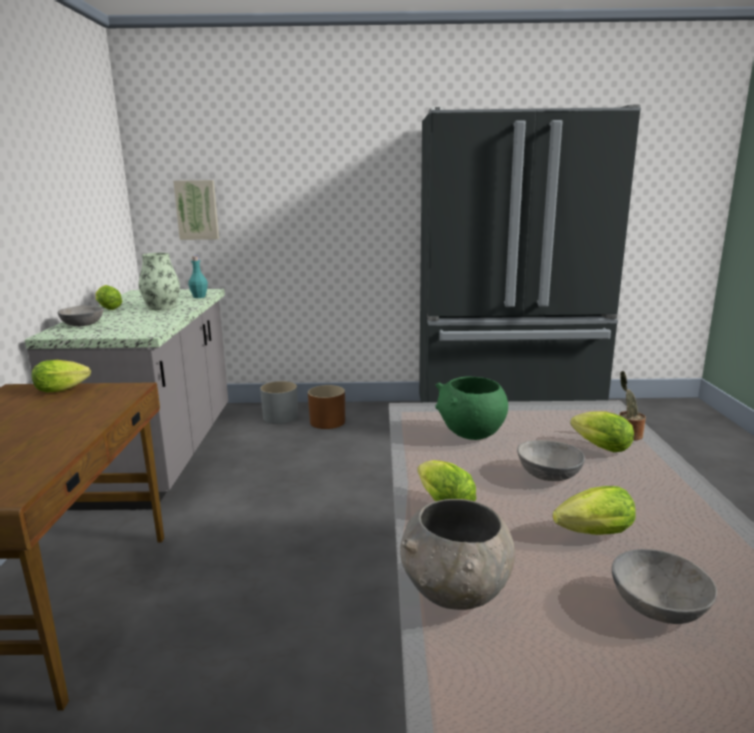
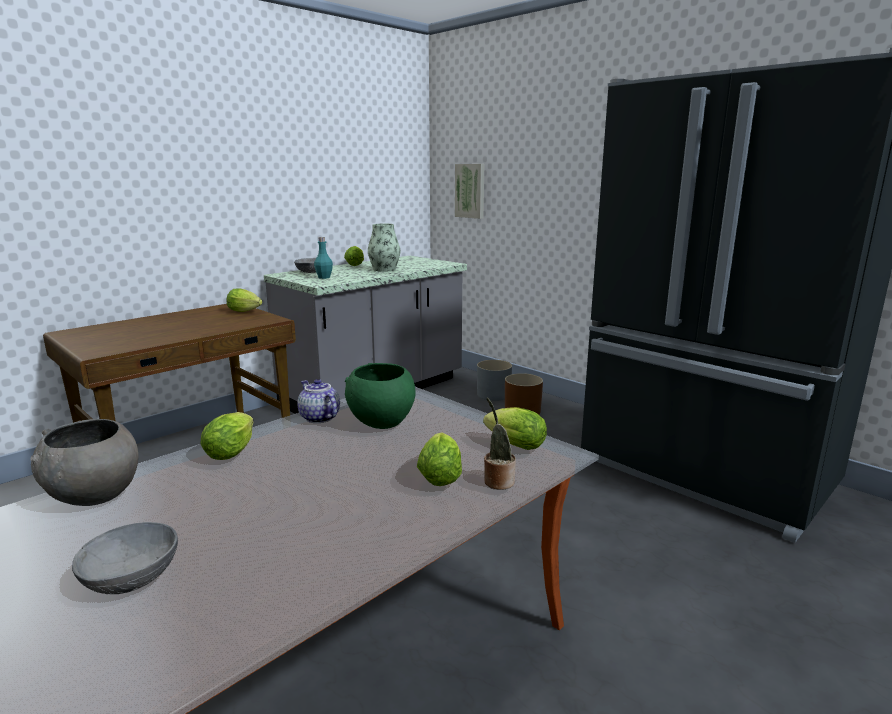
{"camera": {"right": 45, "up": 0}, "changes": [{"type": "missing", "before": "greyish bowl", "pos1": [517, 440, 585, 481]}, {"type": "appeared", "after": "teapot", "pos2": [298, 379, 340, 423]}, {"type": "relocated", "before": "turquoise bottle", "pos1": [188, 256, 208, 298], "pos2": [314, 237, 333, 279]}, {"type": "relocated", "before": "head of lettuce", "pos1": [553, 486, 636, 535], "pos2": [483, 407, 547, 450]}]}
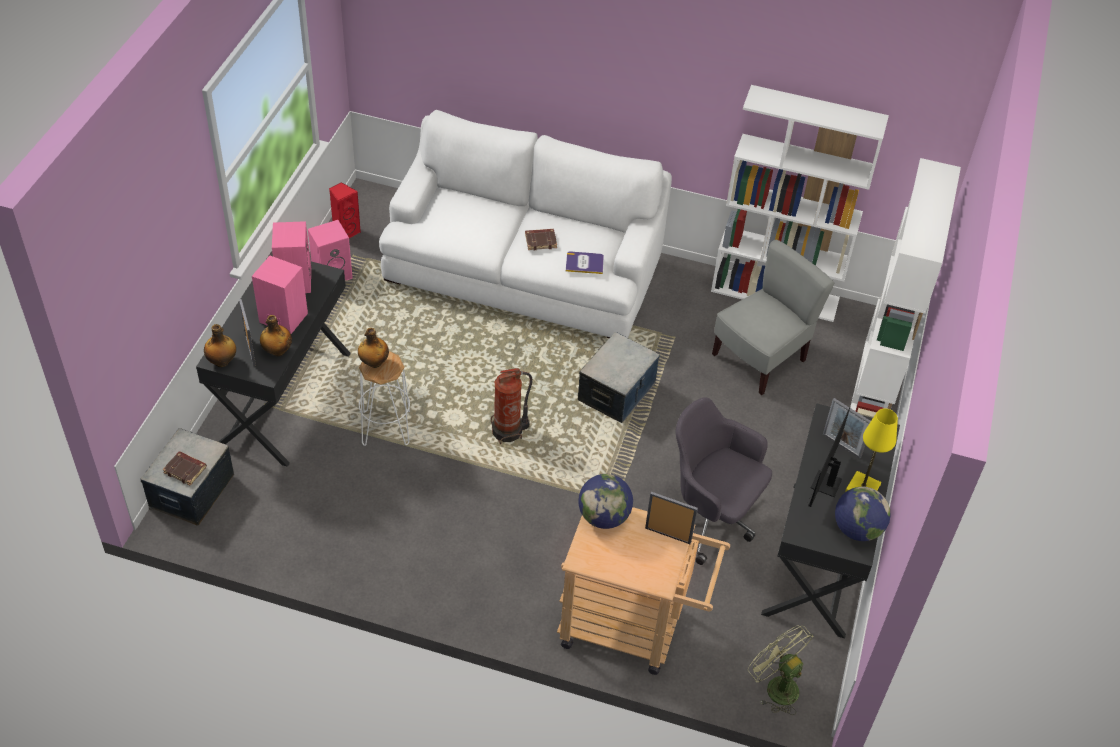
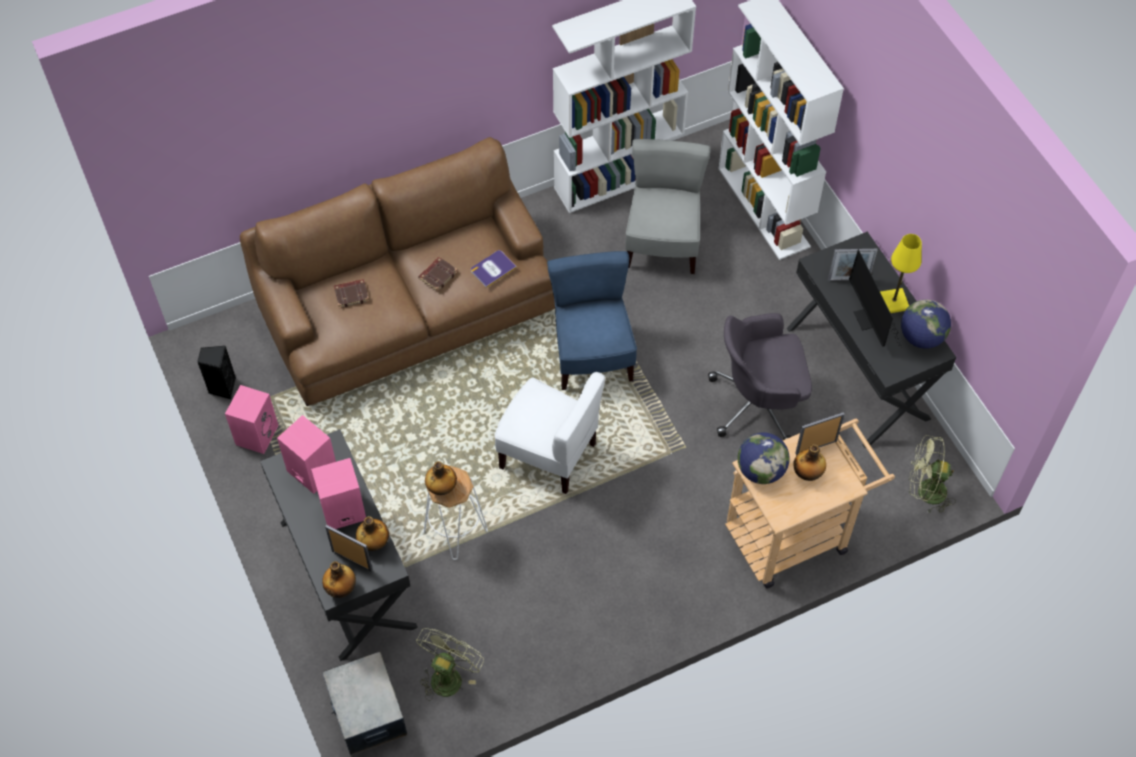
{"camera": {"right": -40, "up": 10}, "changes": [{"type": "appeared", "after": "green fan", "pos2": [416, 628, 484, 701]}, {"type": "appeared", "after": "bottle", "pos2": [793, 444, 826, 481]}, {"type": "relocated", "before": "brown volume", "pos1": [162, 451, 207, 486], "pos2": [334, 279, 369, 308]}, {"type": "exchanged", "before": "fire-fighting cylinder", "after": "white-coloured upright chair", "pos1": [491, 368, 532, 444], "pos2": [494, 372, 605, 494]}, {"type": "exchanged", "before": "storage bin", "after": "blue upright chair", "pos1": [578, 332, 660, 423], "pos2": [547, 251, 637, 390]}, {"type": "colour", "before": "reddish loudspeaker", "after": "black loudspeaker", "pos1": [329, 182, 361, 238], "pos2": [197, 346, 236, 399]}, {"type": "colour", "before": "white-coloured sofa", "after": "brown sofa", "pos1": [379, 110, 672, 338], "pos2": [240, 137, 555, 406]}]}
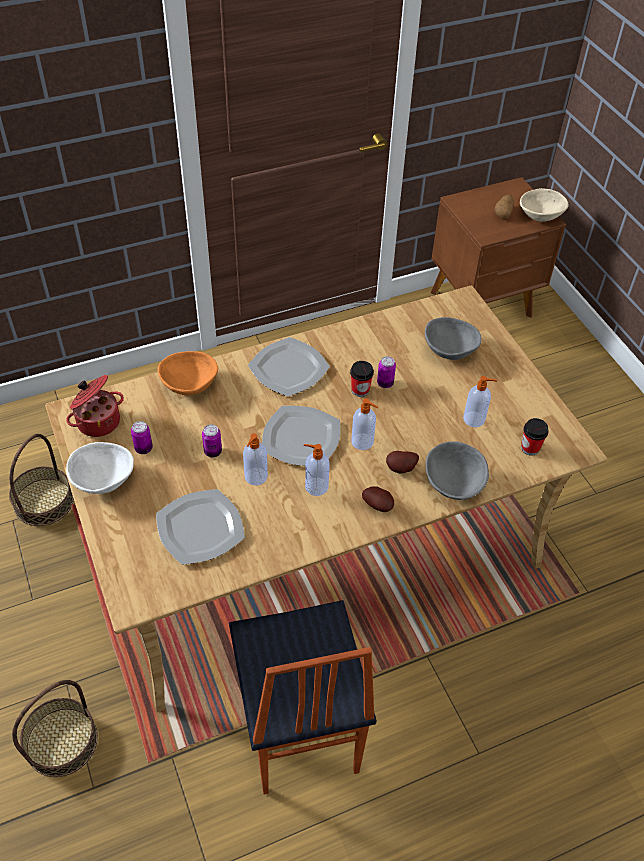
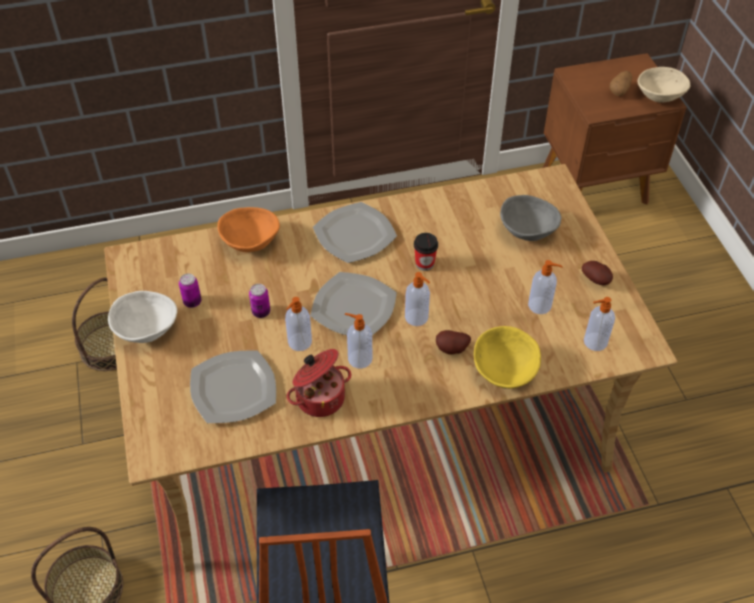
{"camera": {"right": 10, "up": 0}, "changes": [{"type": "missing", "before": "metal can", "pos1": [377, 356, 396, 388]}, {"type": "relocated", "before": "saucepot", "pos1": [66, 375, 124, 437], "pos2": [287, 349, 351, 417]}, {"type": "relocated", "before": "whole potato", "pos1": [362, 486, 394, 512], "pos2": [582, 261, 613, 286]}, {"type": "exchanged", "before": "small cup", "after": "soap bottle", "pos1": [521, 418, 549, 456], "pos2": [584, 297, 615, 351]}, {"type": "colour", "before": "greyish bowl", "after": "yellow bowl", "pos1": [426, 441, 489, 500], "pos2": [474, 326, 541, 389]}]}
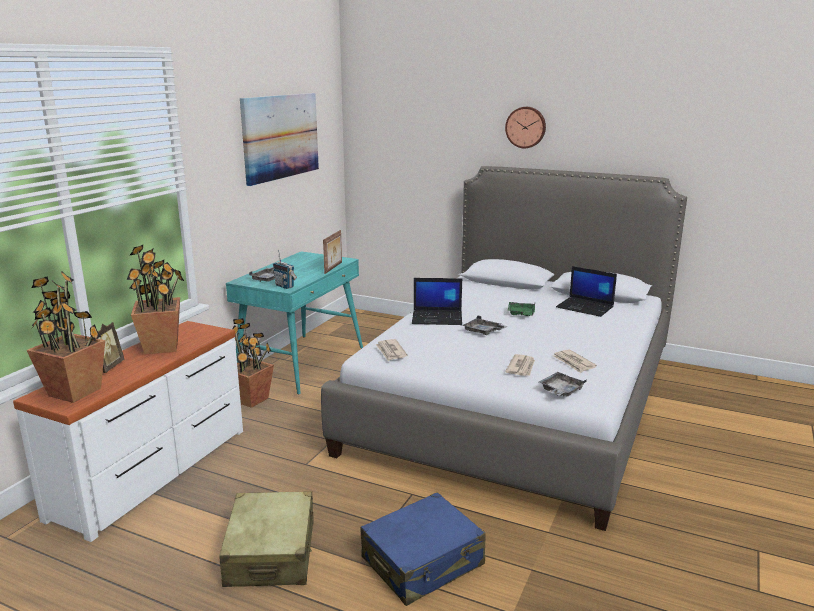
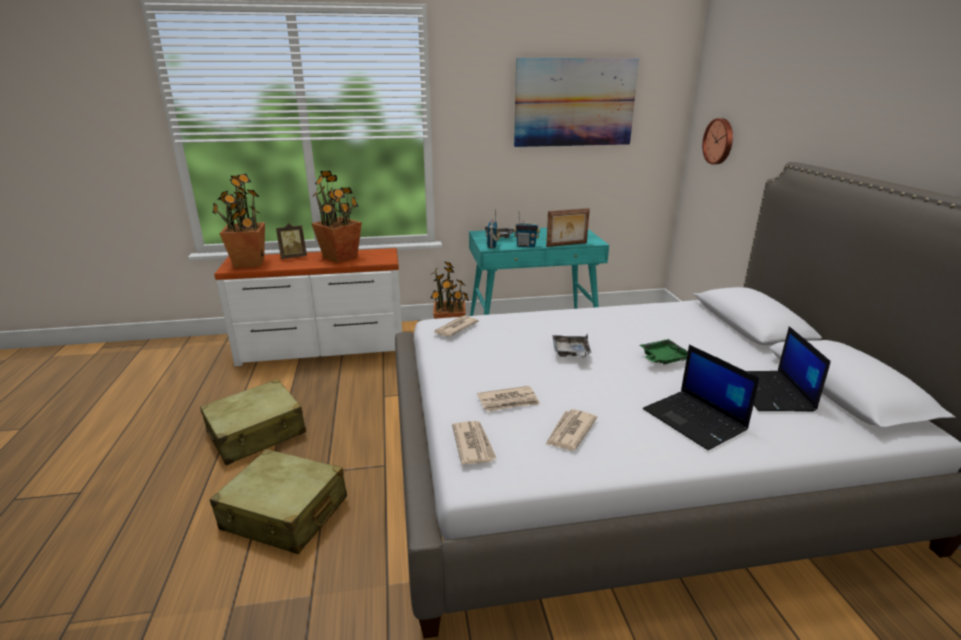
{"camera": {"right": 55, "up": 5}, "changes": [{"type": "appeared", "after": "radio receiver", "pos2": [514, 211, 540, 248]}, {"type": "relocated", "before": "portable computer", "pos1": [412, 278, 462, 325], "pos2": [643, 345, 760, 450]}, {"type": "relocated", "before": "hanging clock", "pos1": [505, 107, 546, 148], "pos2": [702, 118, 733, 165]}, {"type": "exchanged", "before": "greyish serving tray", "after": "printed paper", "pos1": [539, 372, 587, 396], "pos2": [452, 421, 497, 464]}, {"type": "colour", "before": "blue travel case", "after": "beige-coloured travel case", "pos1": [361, 492, 486, 606], "pos2": [210, 449, 347, 554]}]}
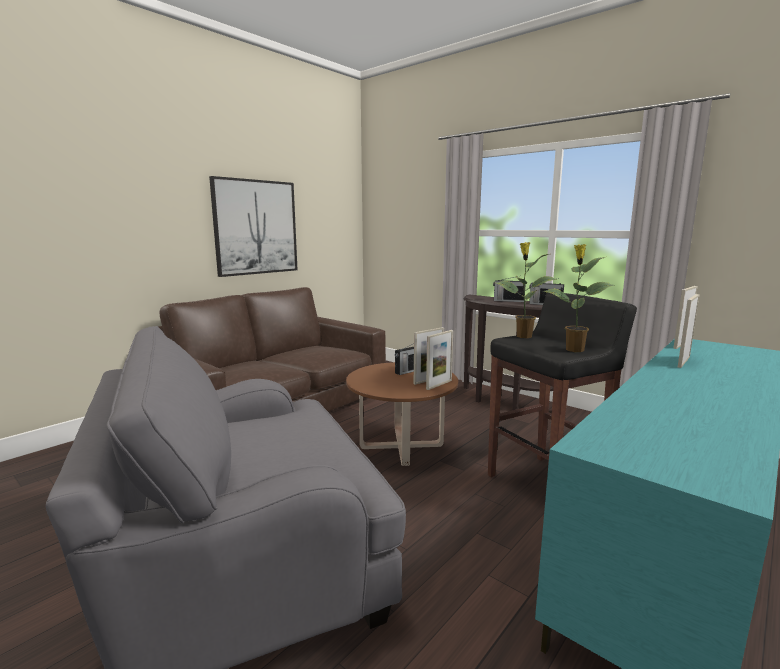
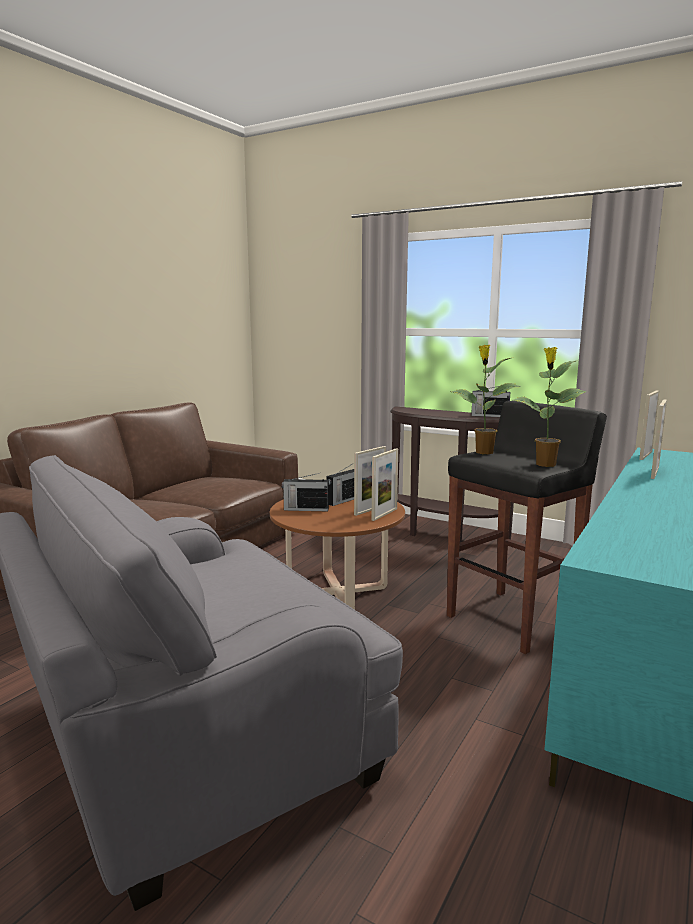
{"camera": {"right": -10, "up": 0}, "changes": [{"type": "missing", "before": "wall art", "pos1": [209, 176, 298, 277]}, {"type": "relocated", "before": "radio receiver", "pos1": [493, 277, 526, 302], "pos2": [282, 473, 329, 511]}]}
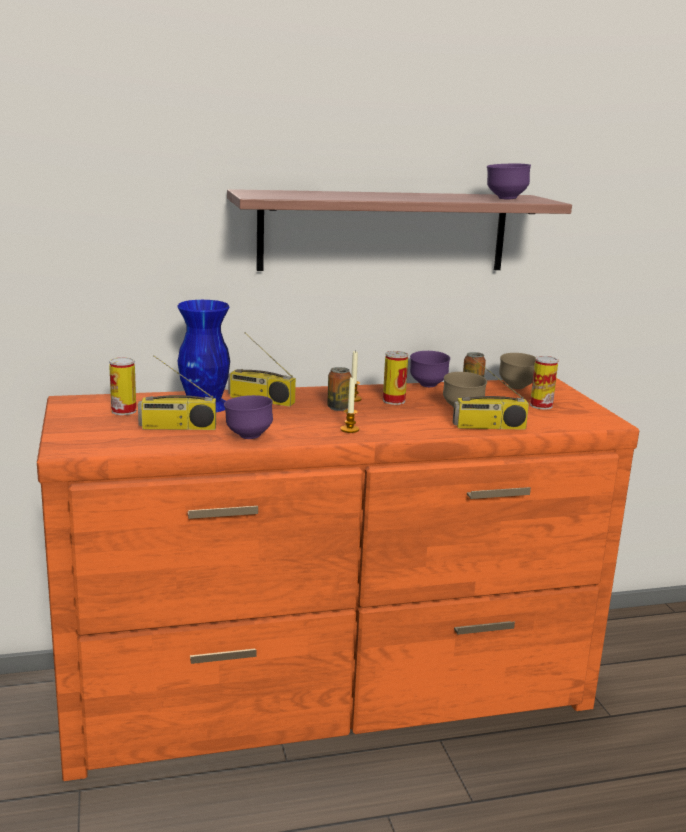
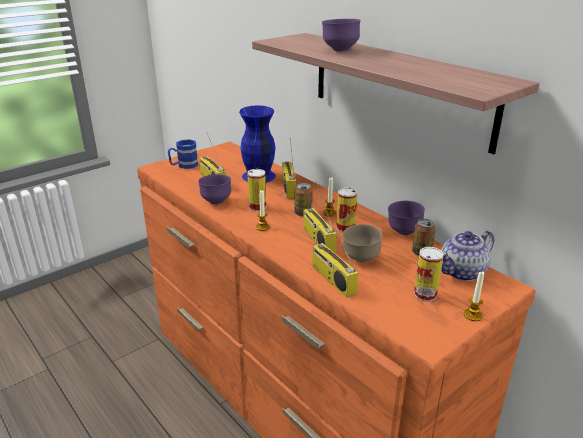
{"camera": {"right": 65, "up": 10}, "changes": [{"type": "appeared", "after": "blue mug", "pos2": [168, 139, 198, 169]}, {"type": "appeared", "after": "radio receiver", "pos2": [303, 181, 336, 253]}, {"type": "appeared", "after": "wax light", "pos2": [464, 272, 484, 321]}, {"type": "relocated", "before": "metal can", "pos1": [109, 357, 136, 415], "pos2": [247, 169, 266, 211]}, {"type": "relocated", "before": "purplish bowl", "pos1": [487, 164, 531, 199], "pos2": [322, 19, 361, 51]}, {"type": "exchanged", "before": "brown bowl", "after": "teapot", "pos1": [499, 353, 536, 389], "pos2": [441, 231, 494, 281]}]}
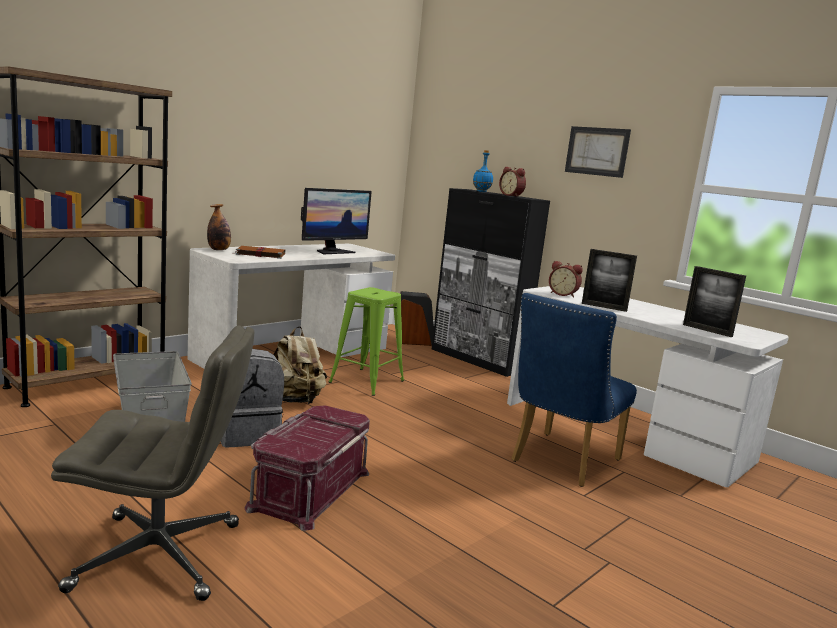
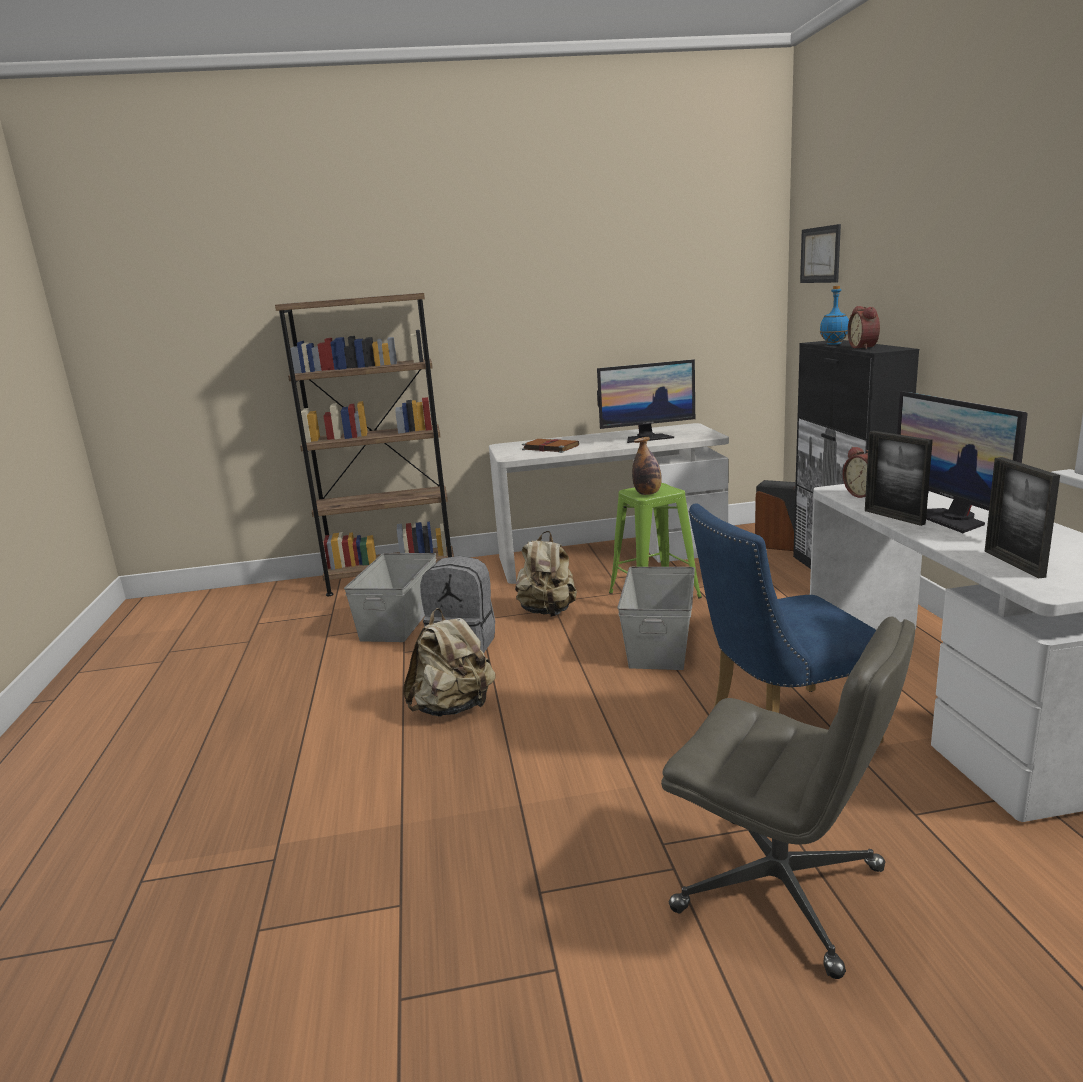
{"camera": {"right": 40, "up": 5}, "changes": [{"type": "appeared", "after": "greyish storage bin", "pos2": [617, 567, 695, 670]}, {"type": "appeared", "after": "computer screen", "pos2": [897, 391, 1028, 533]}, {"type": "relocated", "before": "greyish desk chair", "pos1": [51, 325, 254, 601], "pos2": [661, 616, 915, 979]}, {"type": "relocated", "before": "bottle", "pos1": [207, 204, 231, 250], "pos2": [632, 437, 662, 495]}, {"type": "relocated", "before": "wall art", "pos1": [565, 126, 631, 178], "pos2": [800, 224, 841, 283]}, {"type": "exchanged", "before": "reddish storage bin", "after": "beige-coloured backpack", "pos1": [245, 405, 370, 531], "pos2": [403, 608, 495, 717]}]}
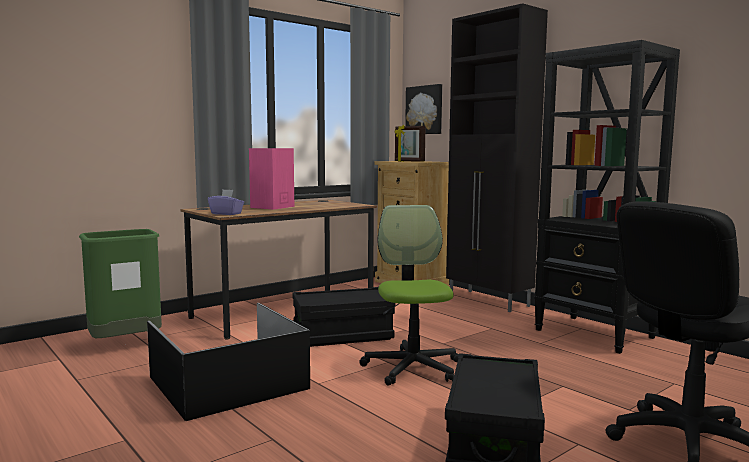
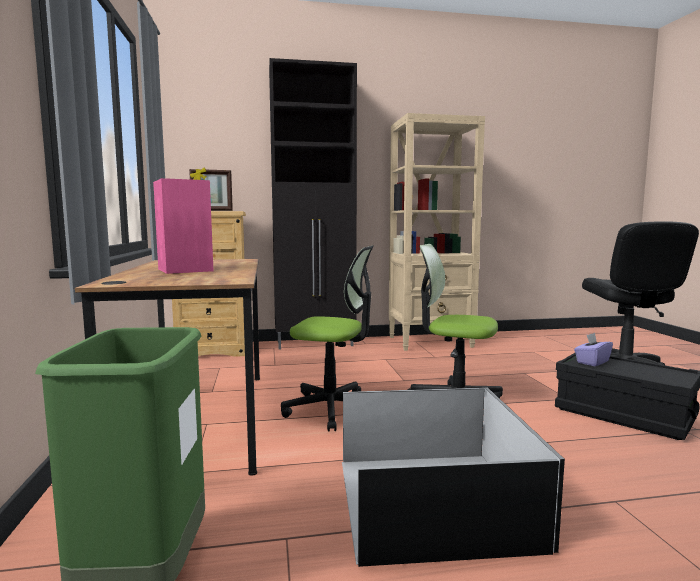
{"camera": {"right": -60, "up": 0}, "changes": [{"type": "missing", "before": "wall art", "pos1": [405, 84, 442, 134]}, {"type": "relocated", "before": "purplish tissue box", "pos1": [208, 190, 244, 215], "pos2": [574, 333, 613, 366]}, {"type": "exchanged", "before": "black storage bin", "after": "desk chair", "pos1": [293, 287, 396, 347], "pos2": [281, 246, 373, 431]}, {"type": "colour", "before": "black bookcase", "after": "beige-coloured bookcase", "pos1": [534, 40, 680, 354], "pos2": [389, 113, 485, 351]}]}
